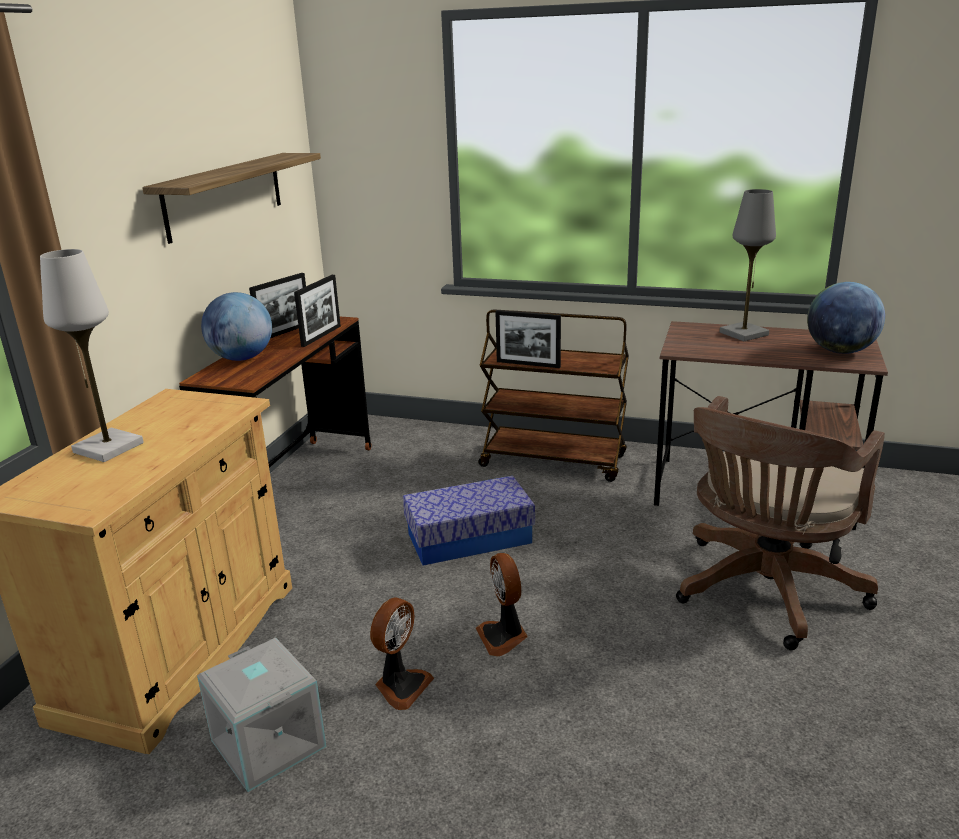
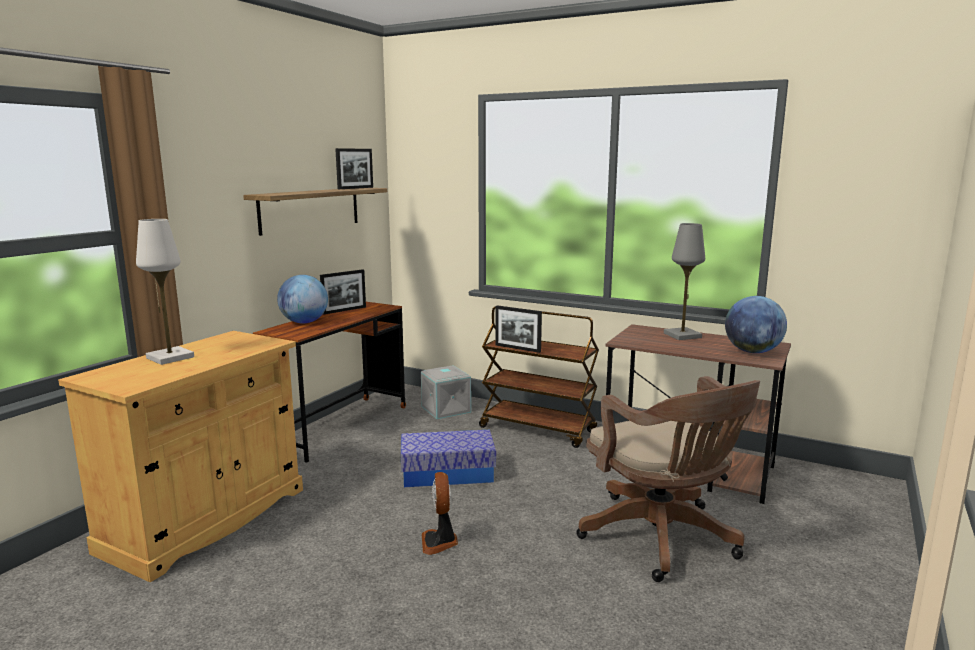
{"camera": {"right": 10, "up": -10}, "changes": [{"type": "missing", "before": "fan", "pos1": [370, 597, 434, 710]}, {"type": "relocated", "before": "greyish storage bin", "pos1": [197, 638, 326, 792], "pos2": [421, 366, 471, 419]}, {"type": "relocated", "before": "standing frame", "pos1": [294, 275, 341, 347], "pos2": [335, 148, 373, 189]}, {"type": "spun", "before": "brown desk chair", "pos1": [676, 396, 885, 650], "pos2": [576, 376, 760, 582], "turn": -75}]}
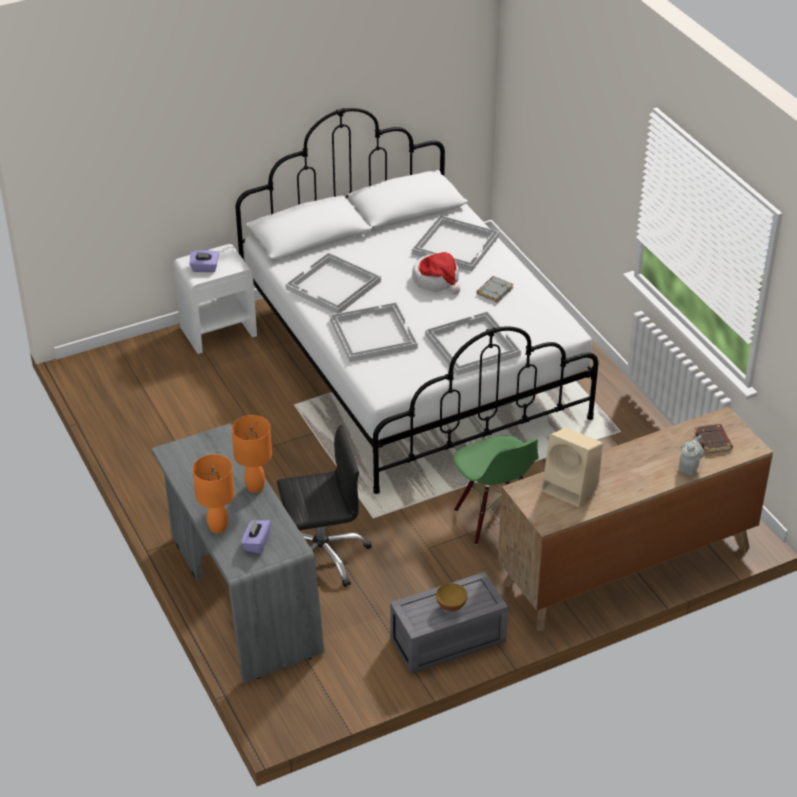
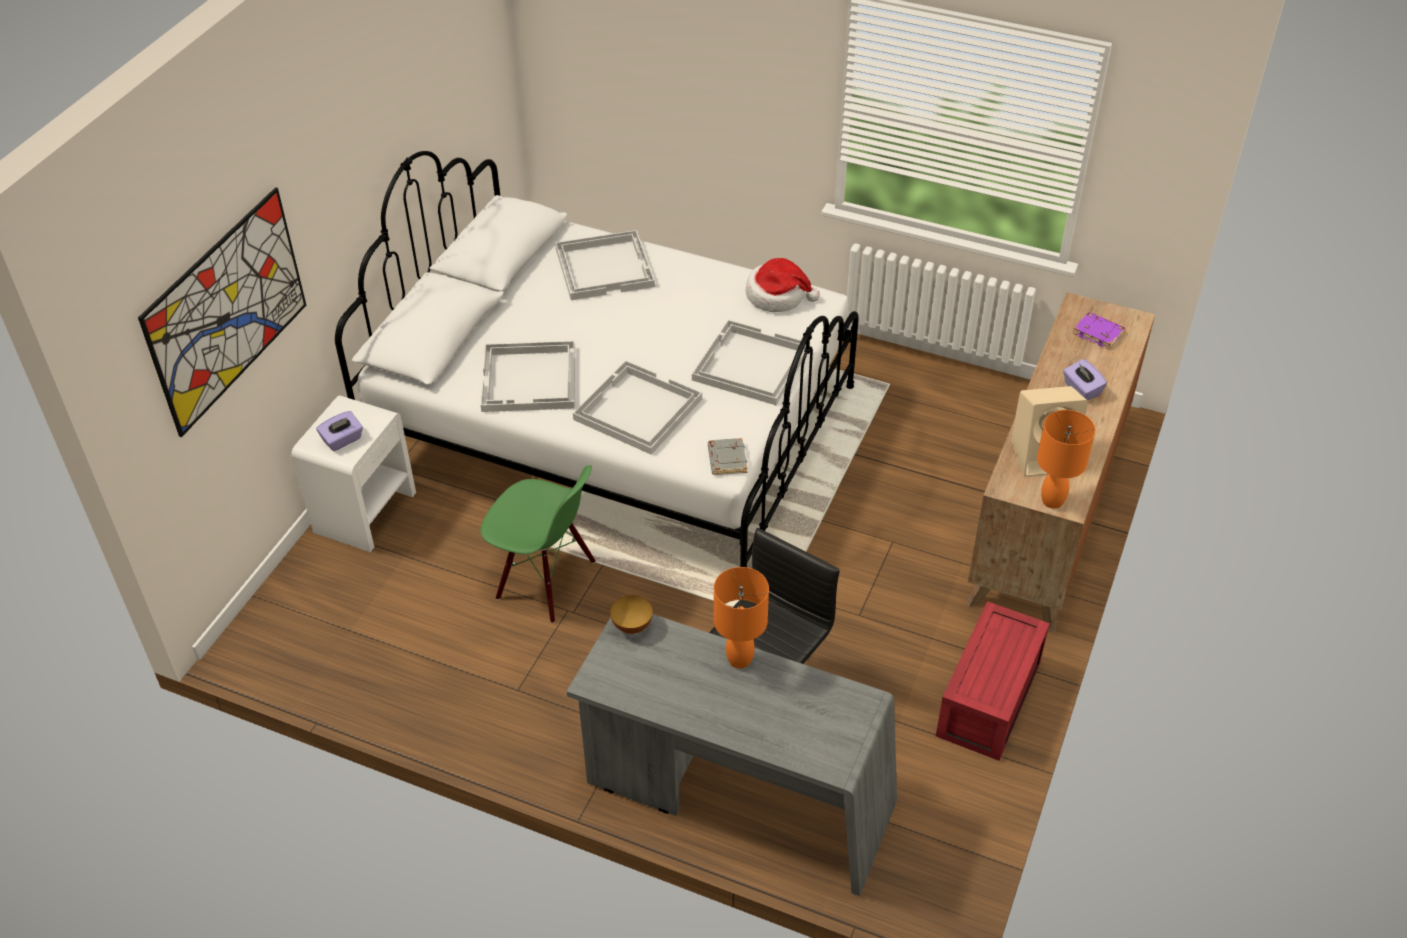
{"camera": {"right": -40, "up": 5}, "changes": [{"type": "missing", "before": "greyish teapot", "pos1": [679, 435, 704, 476]}, {"type": "appeared", "after": "wall art", "pos2": [138, 187, 306, 437]}, {"type": "relocated", "before": "orange table lamp", "pos1": [193, 454, 235, 534], "pos2": [1037, 410, 1095, 509]}, {"type": "relocated", "before": "purplish tissue box", "pos1": [241, 519, 271, 554], "pos2": [1063, 359, 1107, 400]}, {"type": "relocated", "before": "wearable hat", "pos1": [412, 252, 460, 294], "pos2": [746, 258, 820, 312]}, {"type": "relocated", "before": "bowl", "pos1": [436, 583, 467, 611], "pos2": [610, 595, 653, 634]}, {"type": "relocated", "before": "green upright chair", "pos1": [453, 436, 538, 545], "pos2": [480, 465, 596, 623]}, {"type": "relocated", "before": "greyish volume", "pos1": [476, 276, 513, 303], "pos2": [708, 438, 747, 475]}, {"type": "colour", "before": "greyish storage bin", "after": "reddish storage bin", "pos1": [390, 572, 508, 674], "pos2": [936, 601, 1050, 761]}, {"type": "colour", "before": "brown volume", "after": "purplish volume", "pos1": [694, 424, 733, 454], "pos2": [1073, 312, 1125, 349]}]}
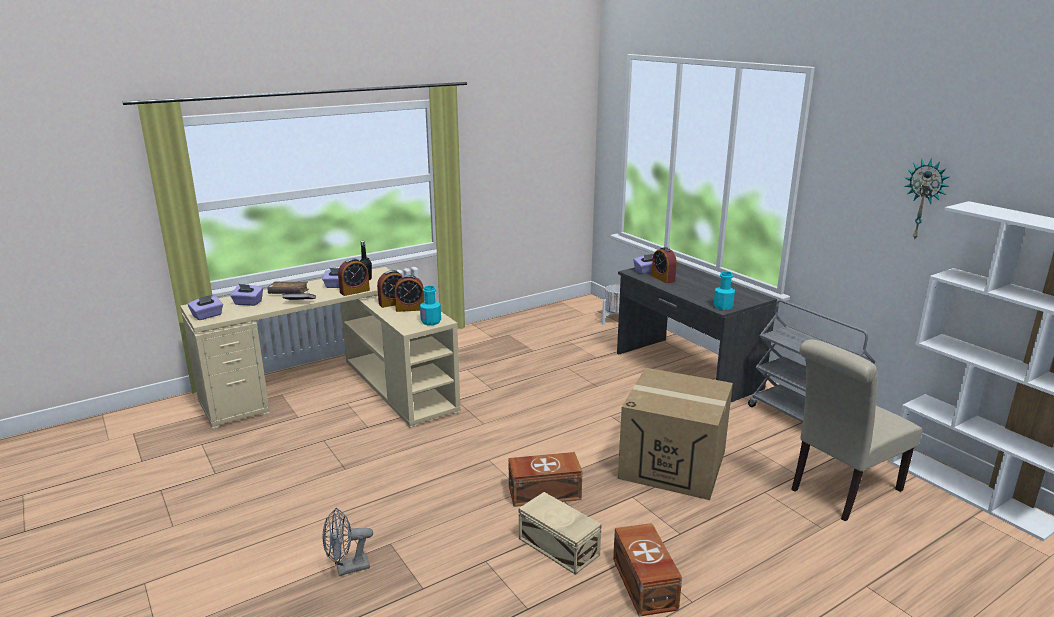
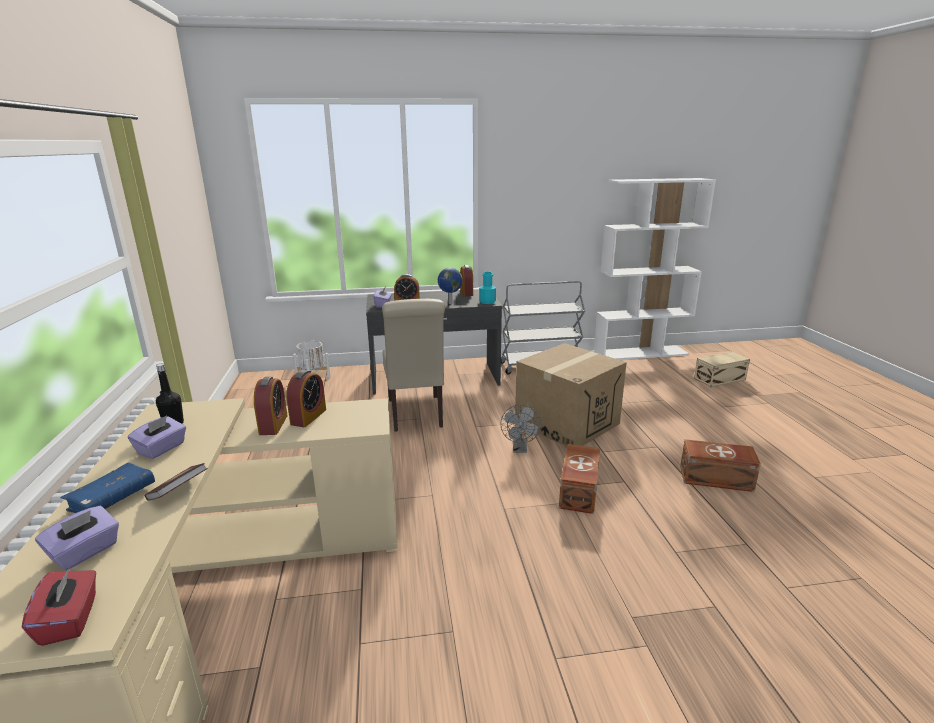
{"camera": {"right": -65, "up": 0}, "changes": [{"type": "missing", "before": "turquoise bottle", "pos1": [420, 286, 441, 325]}, {"type": "missing", "before": "hanging clock", "pos1": [904, 158, 949, 241]}, {"type": "appeared", "after": "globe", "pos2": [438, 268, 463, 304]}, {"type": "relocated", "before": "greyish fan", "pos1": [323, 508, 373, 576], "pos2": [500, 404, 541, 453]}, {"type": "relocated", "before": "bedside clock", "pos1": [338, 258, 370, 296], "pos2": [460, 265, 473, 296]}, {"type": "relocated", "before": "beige-coloured storage bin", "pos1": [519, 492, 602, 575], "pos2": [694, 352, 750, 387]}, {"type": "relocated", "before": "beige-coloured upright chair", "pos1": [791, 339, 923, 521], "pos2": [382, 299, 445, 432]}, {"type": "colour", "before": "purplish tissue box", "after": "reddish tissue box", "pos1": [188, 295, 223, 320], "pos2": [22, 566, 96, 646]}, {"type": "colour", "before": "brown volume", "after": "blue volume", "pos1": [267, 281, 309, 294], "pos2": [61, 463, 155, 513]}]}
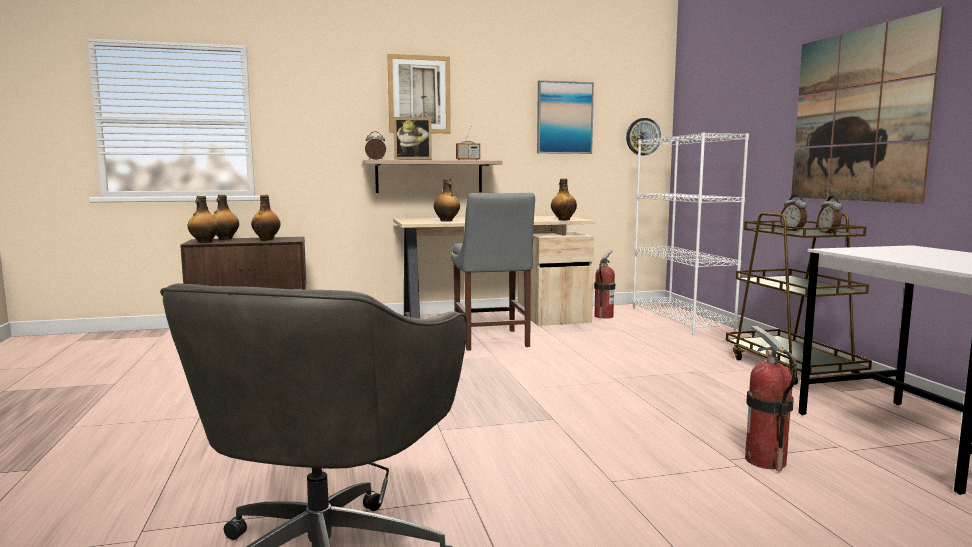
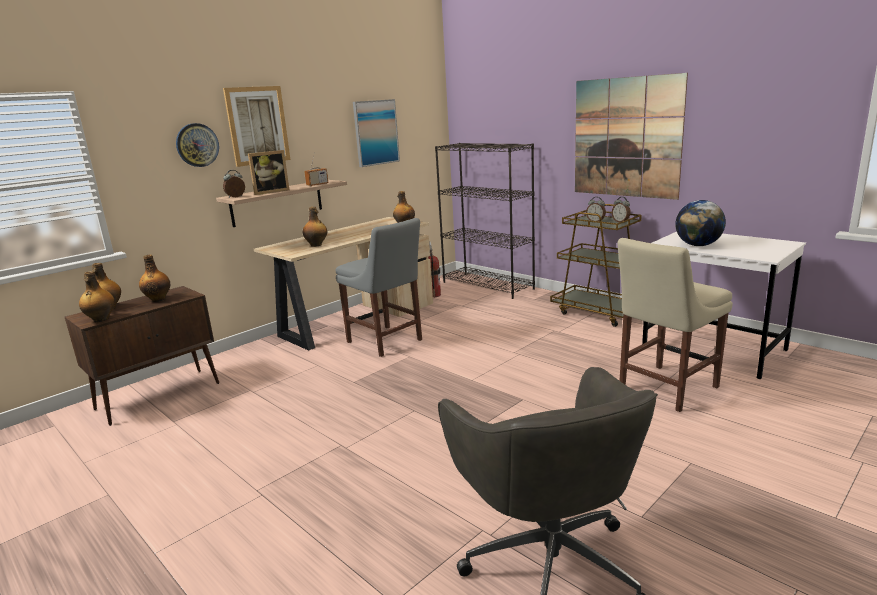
{"camera": {"right": -30, "up": 10}, "changes": [{"type": "appeared", "after": "globe", "pos2": [675, 200, 726, 246]}, {"type": "relocated", "before": "hanging clock", "pos1": [626, 118, 661, 156], "pos2": [176, 123, 219, 167]}, {"type": "exchanged", "before": "fire-fighting cylinder", "after": "beige-coloured upright chair", "pos1": [745, 326, 797, 471], "pos2": [617, 238, 733, 412]}, {"type": "colour", "before": "white-coloured bookcase", "after": "black bookcase", "pos1": [633, 133, 749, 335], "pos2": [435, 143, 535, 299]}]}
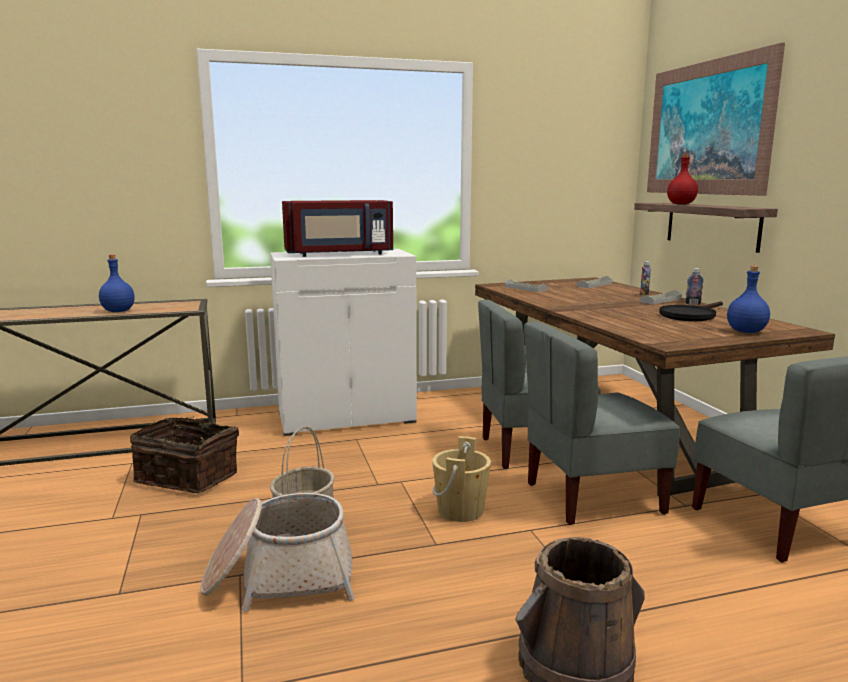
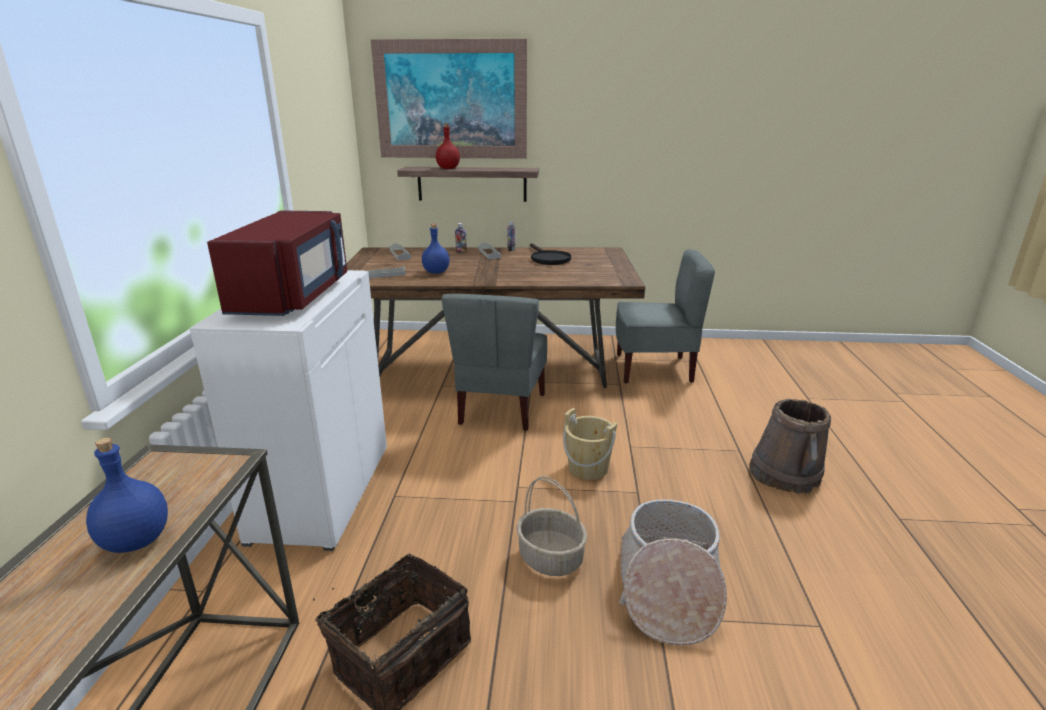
{"camera": {"right": -70, "up": 10}, "changes": [{"type": "missing", "before": "greyish upright chair", "pos1": [524, 321, 680, 525]}, {"type": "relocated", "before": "blue bottle", "pos1": [727, 266, 770, 333], "pos2": [422, 224, 450, 274]}]}
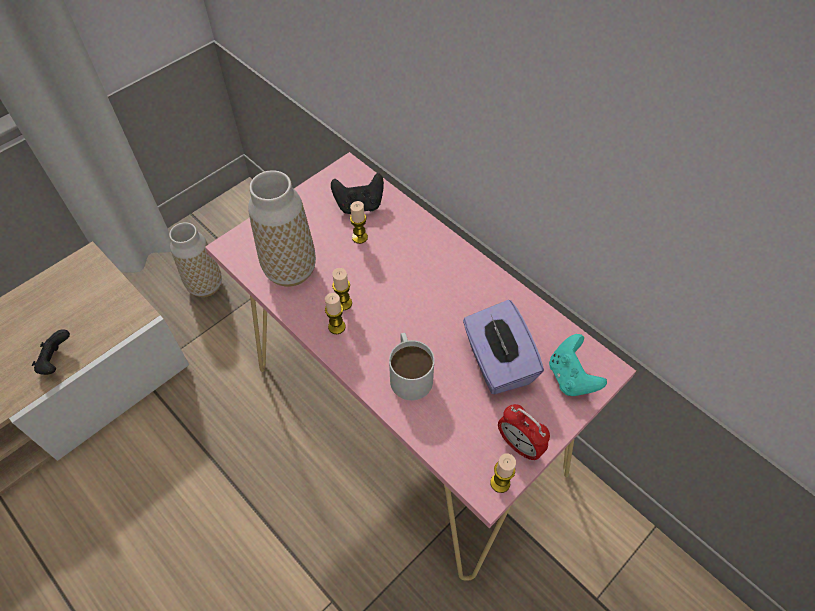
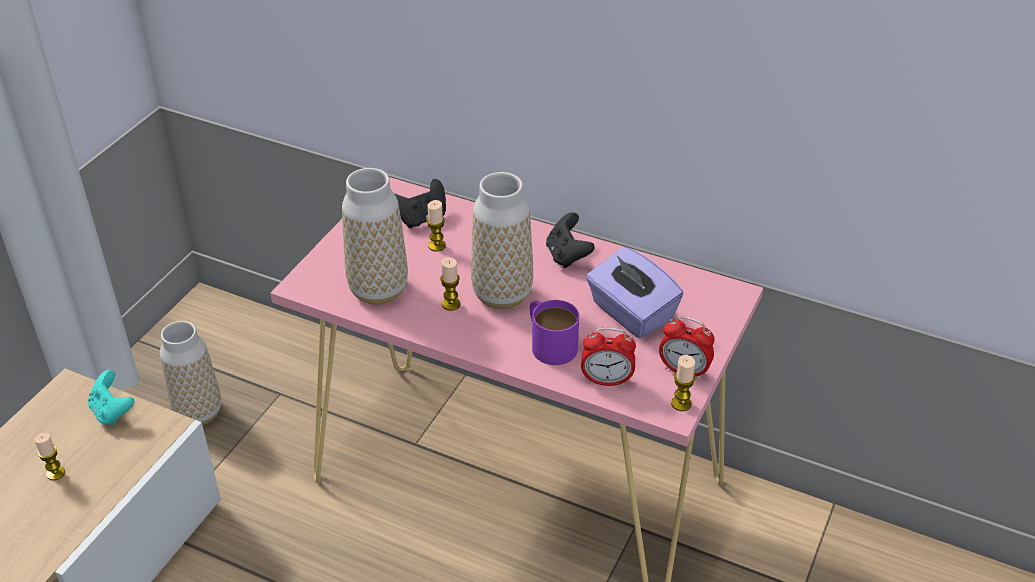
{"camera": {"right": -20, "up": -15}, "changes": [{"type": "appeared", "after": "vase", "pos2": [471, 172, 533, 309]}, {"type": "appeared", "after": "bedside clock", "pos2": [581, 327, 636, 386]}, {"type": "relocated", "before": "black gamepad", "pos1": [32, 329, 70, 375], "pos2": [546, 212, 595, 268]}, {"type": "relocated", "before": "wax light", "pos1": [325, 293, 346, 334], "pos2": [34, 433, 65, 481]}, {"type": "relocated", "before": "turquoise gamepad", "pos1": [549, 334, 607, 396], "pos2": [88, 370, 135, 426]}, {"type": "colour", "before": "white-coloured mug", "after": "purplish mug", "pos1": [389, 333, 434, 400], "pos2": [530, 300, 579, 365]}]}
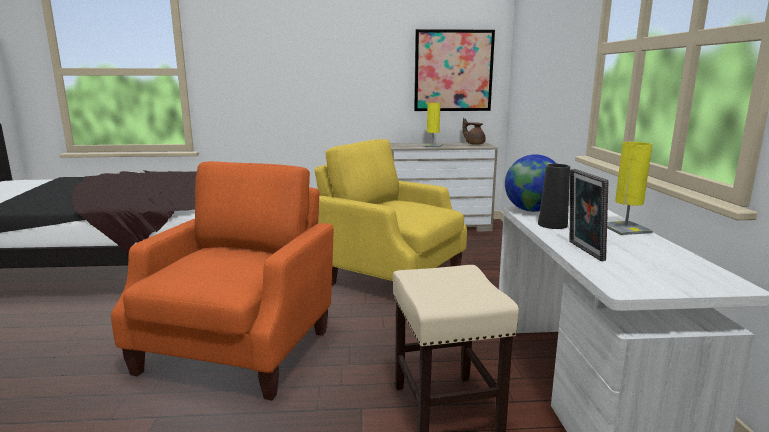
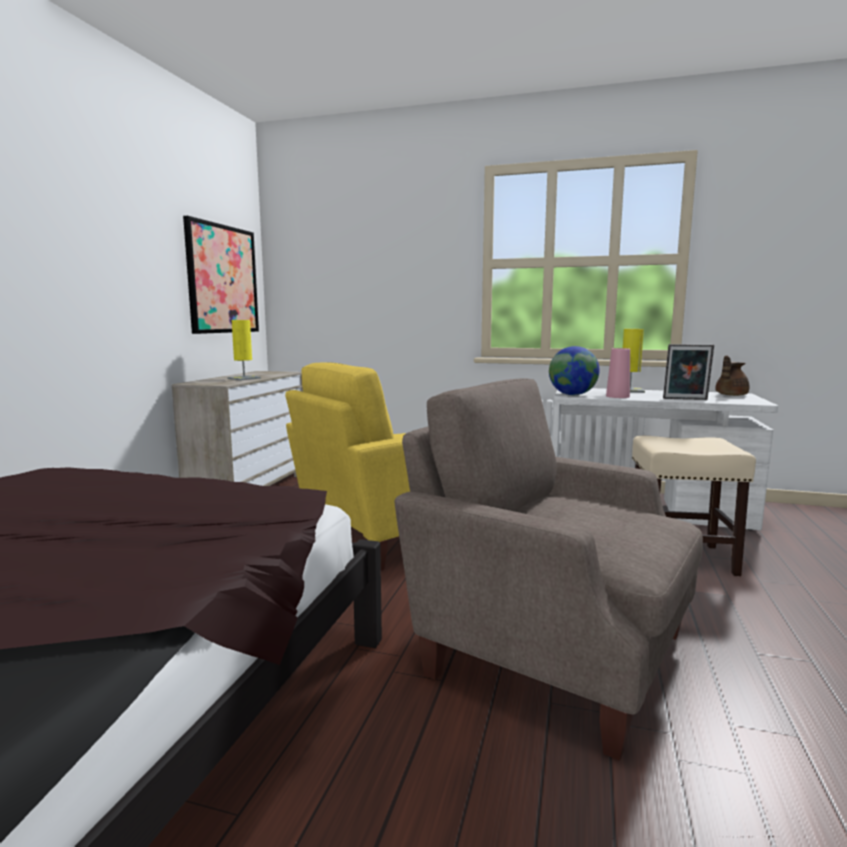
{"camera": {"right": -70, "up": -5}, "changes": [{"type": "relocated", "before": "brown teapot", "pos1": [462, 118, 485, 145], "pos2": [715, 356, 750, 396]}, {"type": "colour", "before": "orange easy chair", "after": "beige-coloured easy chair", "pos1": [111, 161, 334, 401], "pos2": [395, 378, 703, 761]}, {"type": "colour", "before": "black vase", "after": "pink-coloured vase", "pos1": [538, 164, 570, 229], "pos2": [606, 348, 630, 398]}]}
